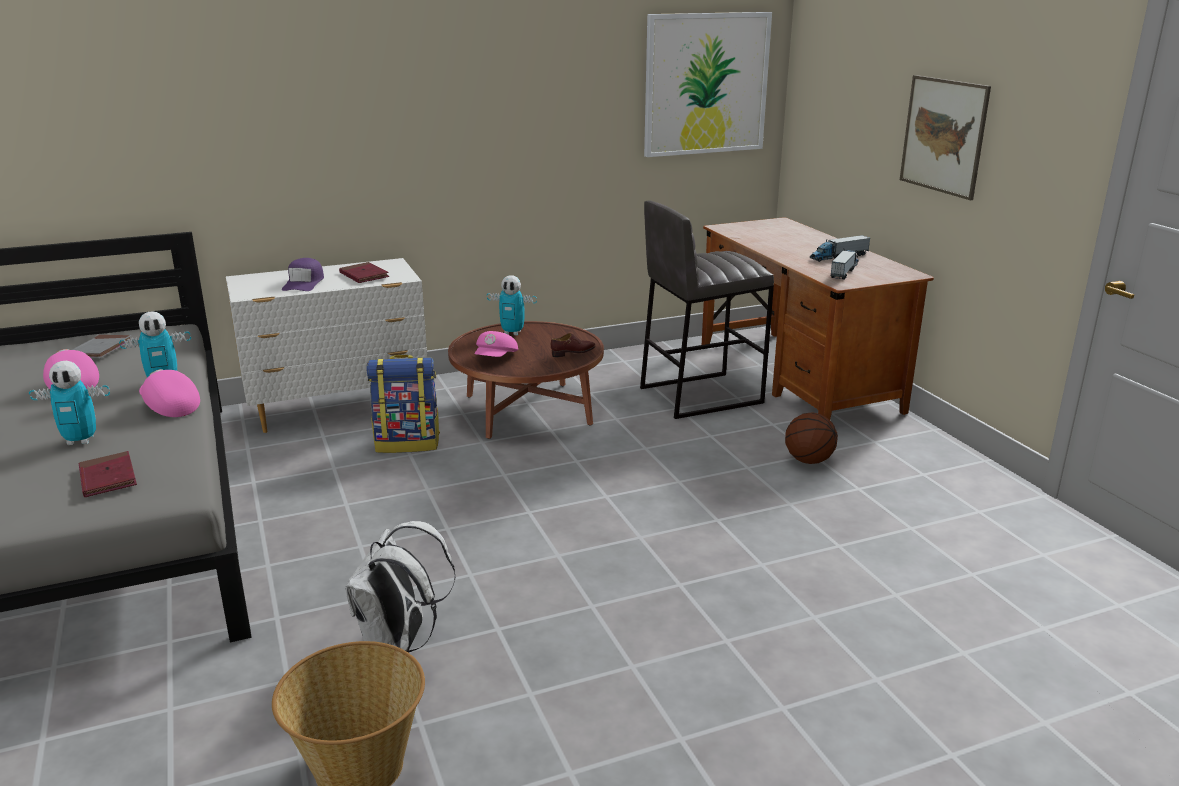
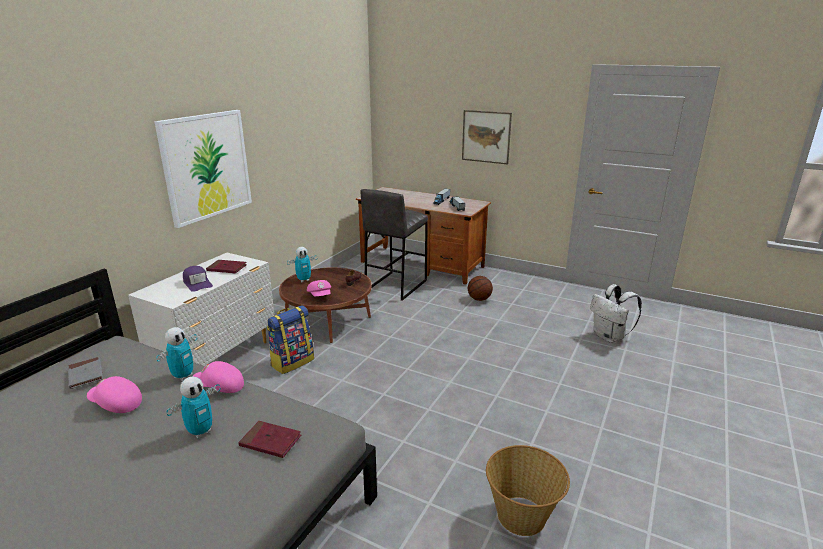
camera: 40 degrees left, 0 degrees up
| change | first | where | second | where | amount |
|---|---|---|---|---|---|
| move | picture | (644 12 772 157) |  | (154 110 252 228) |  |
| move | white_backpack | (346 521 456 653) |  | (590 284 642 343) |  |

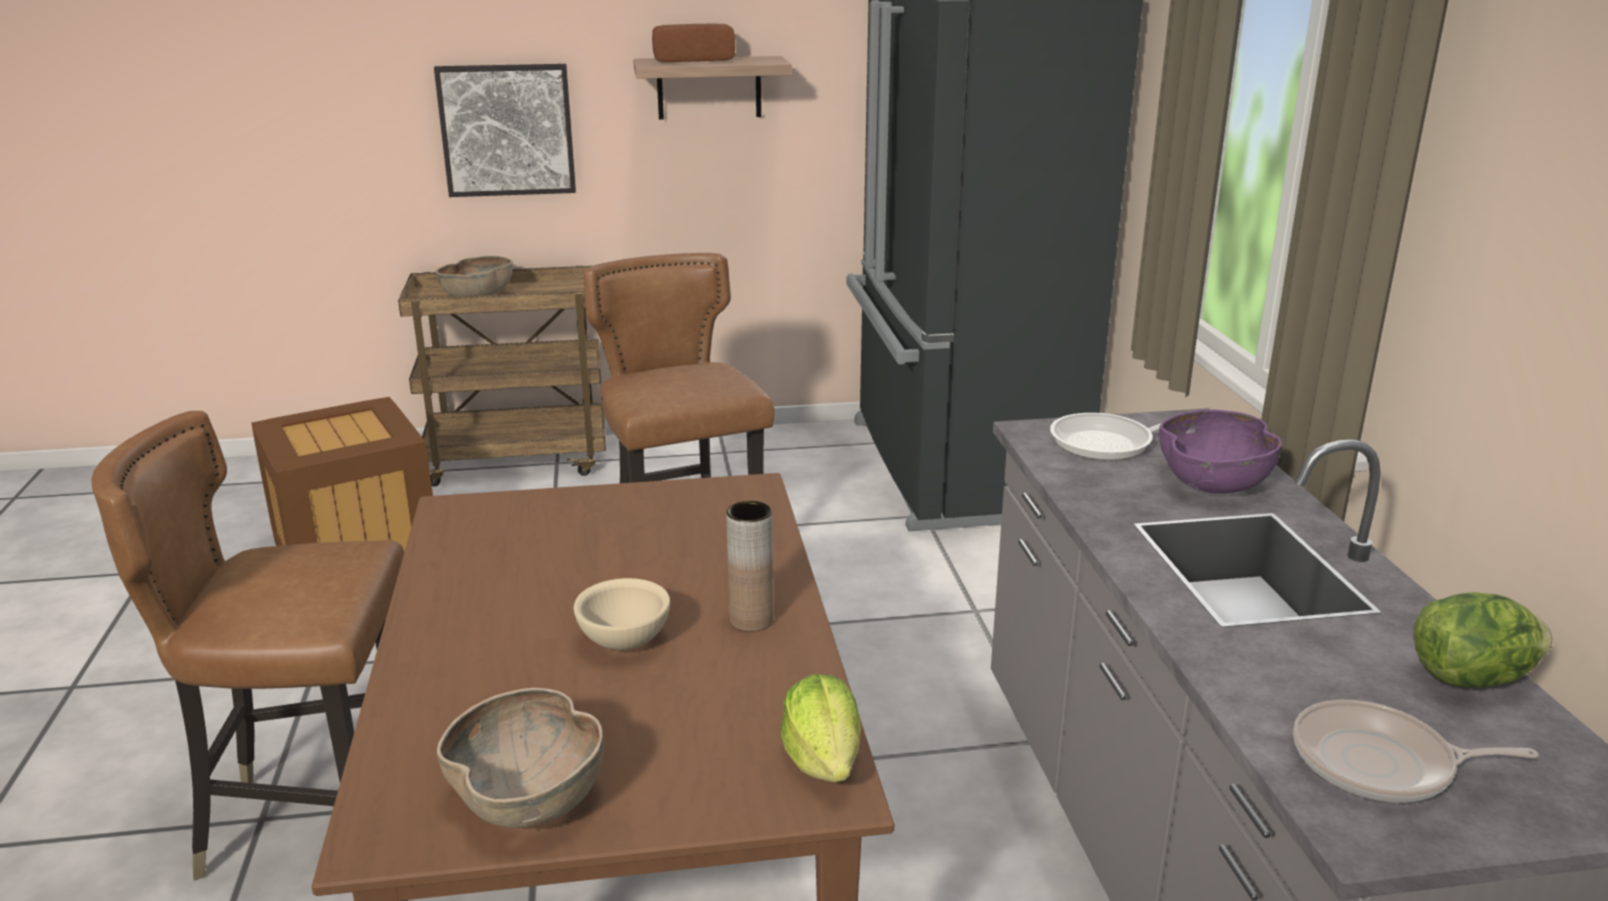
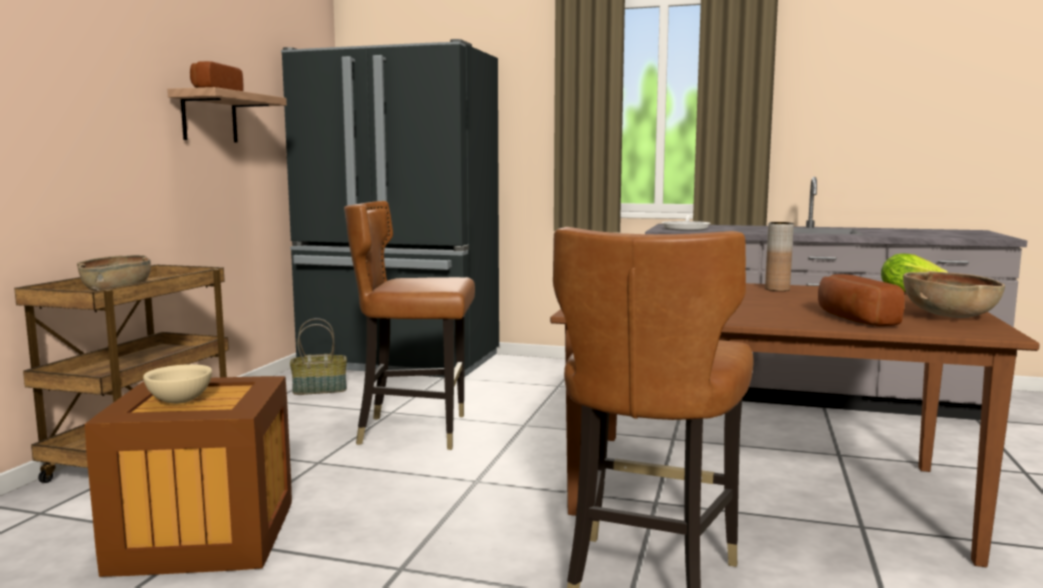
camera: 65 degrees left, 15 degrees down
| change | first | where | second | where | amount |
|---|---|---|---|---|---|
| delete | picture | (434 64 576 197) |  |  |  |
| delete | purple_bowl | (1159 409 1282 494) |  |  |  |
| move | beige_bowl | (574 578 670 650) |  | (143 364 212 404) |  |
| delete | lettuce | (1413 592 1553 688) |  |  |  |
| delete | frying_pan | (1293 700 1538 803) |  |  |  |
| insert |  |  | bread | (818 274 905 326) |  |
| insert |  |  | basket | (290 318 347 395) |  |

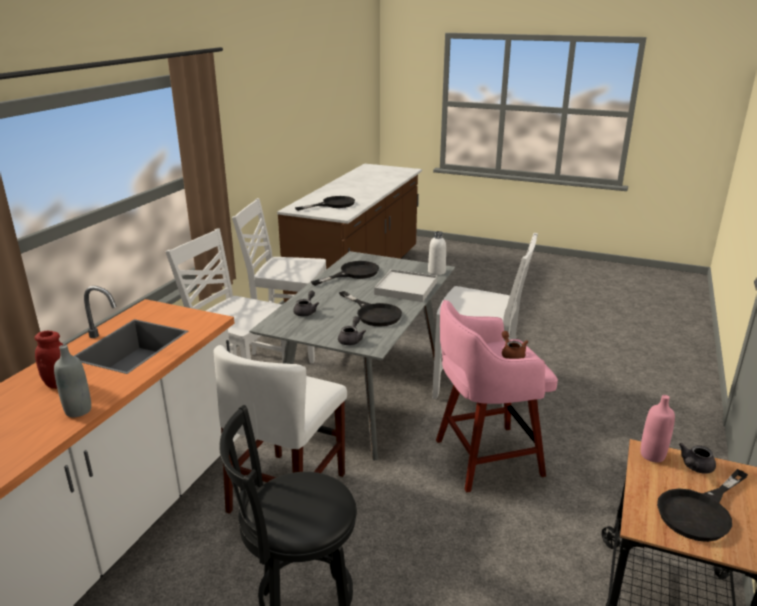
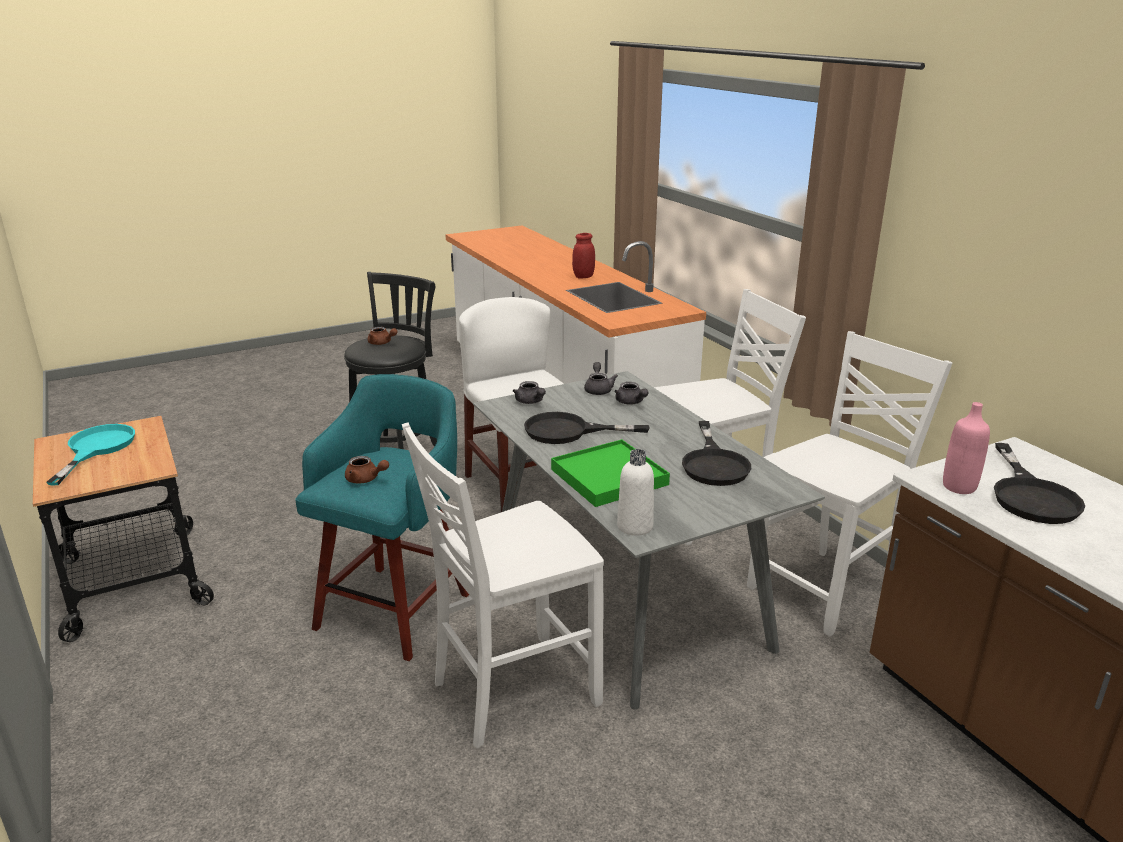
camera: 130 degrees right, 0 degrees up
| change | first | where | second | where | amount |
|---|---|---|---|---|---|
| recolor | white_tray | (374 269 437 302) | green_tray | (551 439 670 507) |  |
| recolor | pink_stool | (436 300 558 492) | turquoise_stool | (295 374 469 661) |  |
| delete | grey_bottle | (54 345 91 417) |  |  |  |
| move | pink_bottle | (640 395 675 463) |  | (943 402 990 494) |  |
| move | grey_teapot | (679 443 716 474) |  | (584 362 618 395) |  |
| recolor | black_frying_pan | (657 469 748 542) | turquoise_frying_pan | (46 424 135 485) |  |
| insert |  |  | brown_teapot | (367 327 398 345) |  |

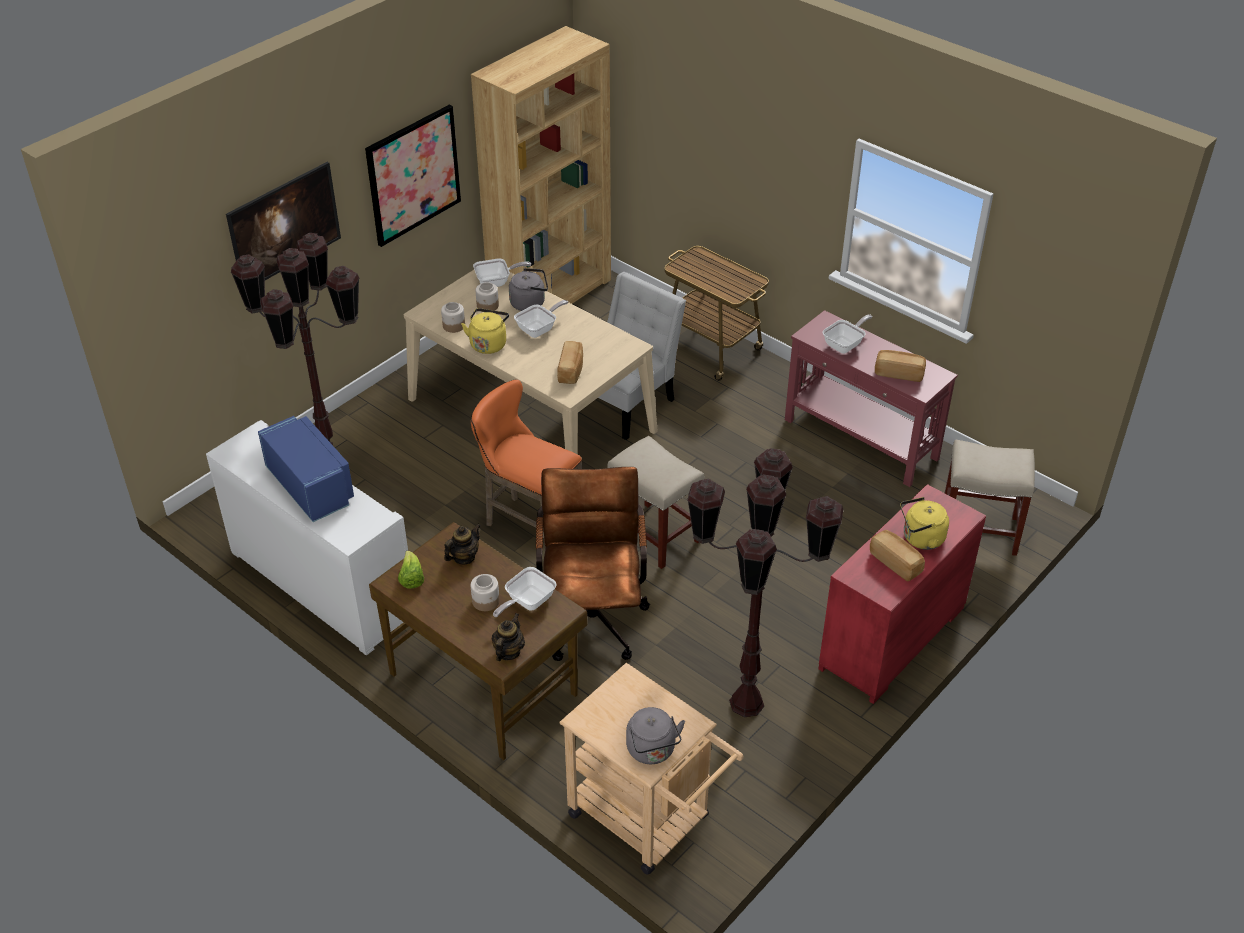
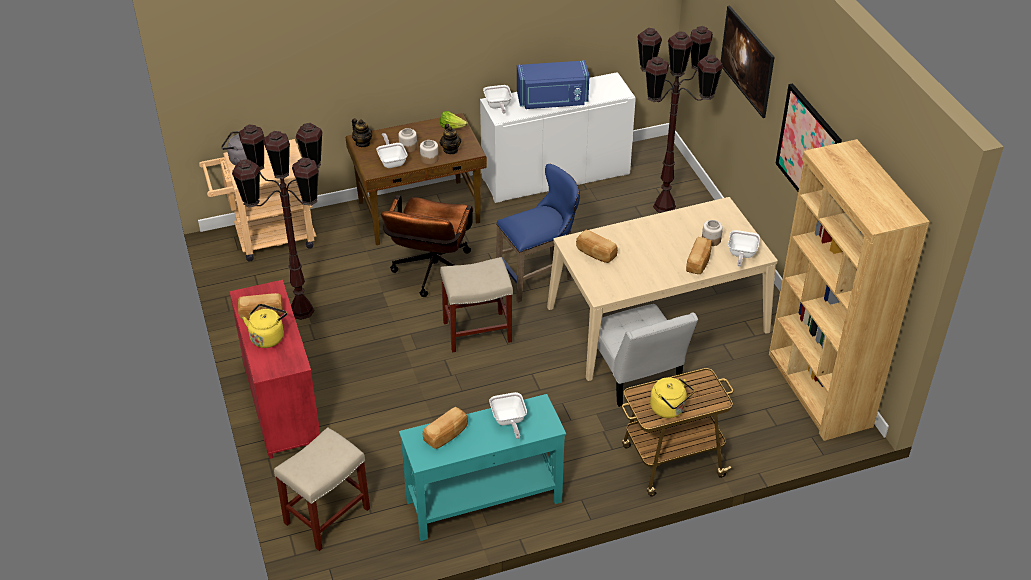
camera: 120 degrees right, 0 degrees up
| change | first | where | second | where | amount |
|---|---|---|---|---|---|
| replace | grey_kettle | (509 268 548 311) | bread | (686 237 712 274) |  |
| move | frying_pan | (514 300 568 338) |  | (483 85 512 114) |  |
| move | jar | (441 302 465 333) |  | (420 140 439 164) |  |
| move | yellow_kettle | (461 308 509 354) |  | (650 377 695 418) |  |
| recolor | red_console_table | (785 310 958 487) | turquoise_console_table | (399 394 566 541) |  |
| recolor | orange_stool | (471 379 582 544) | blue_stool | (496 164 580 303) |  |
| rotate | brown_office_chair | (536 467 650 661) |  | (381 195 473 297) | 75 degrees clockwise |

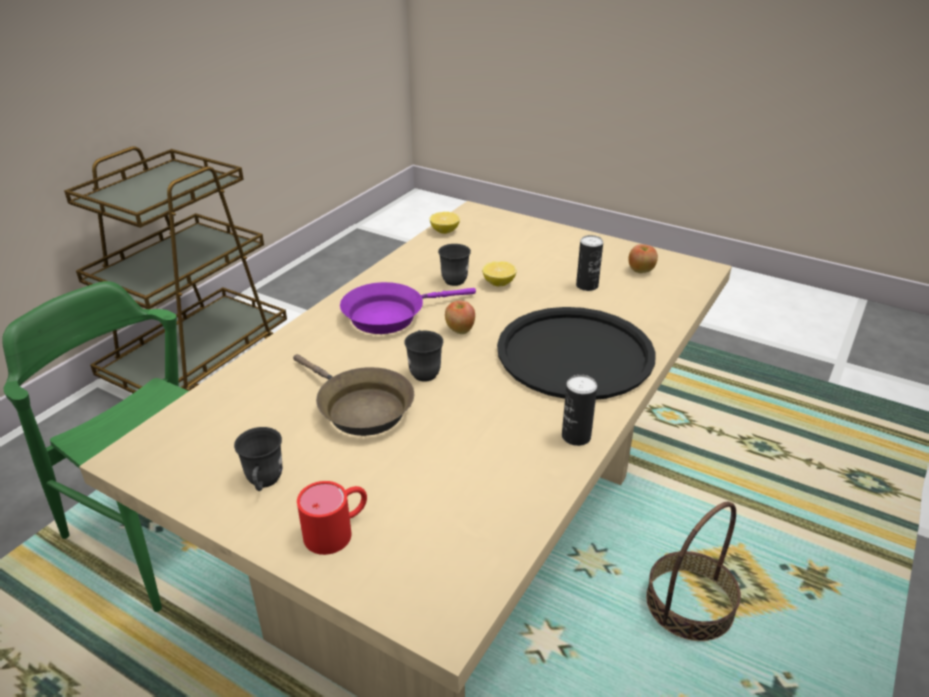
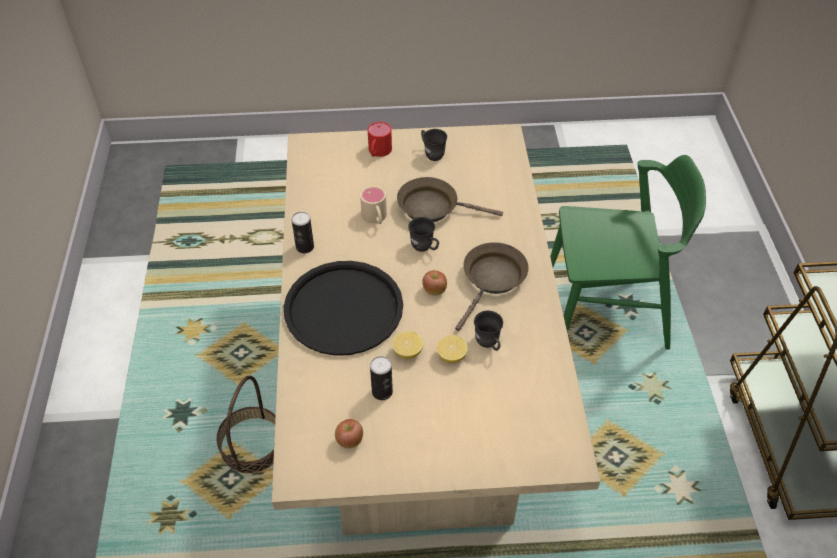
camera: 145 degrees right, 15 degrees up
| change | first | where | second | where | amount |
|---|---|---|---|---|---|
| move | lemon | (430 212 460 234) |  | (392 331 423 359) |  |
| recolor | purple_frying_pan | (340 282 476 334) | brown_frying_pan | (455 242 529 331) |  |
| insert |  |  | beige_mug | (360 186 387 224) |  |

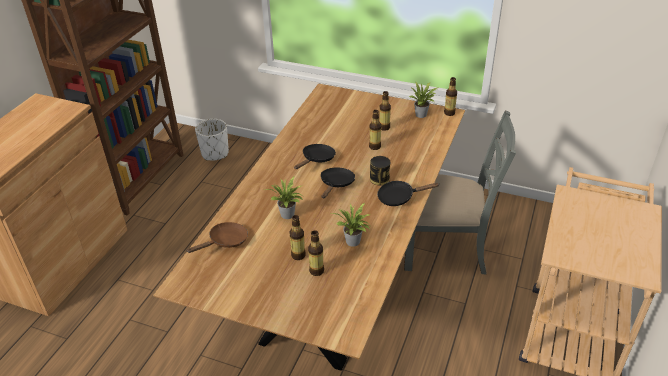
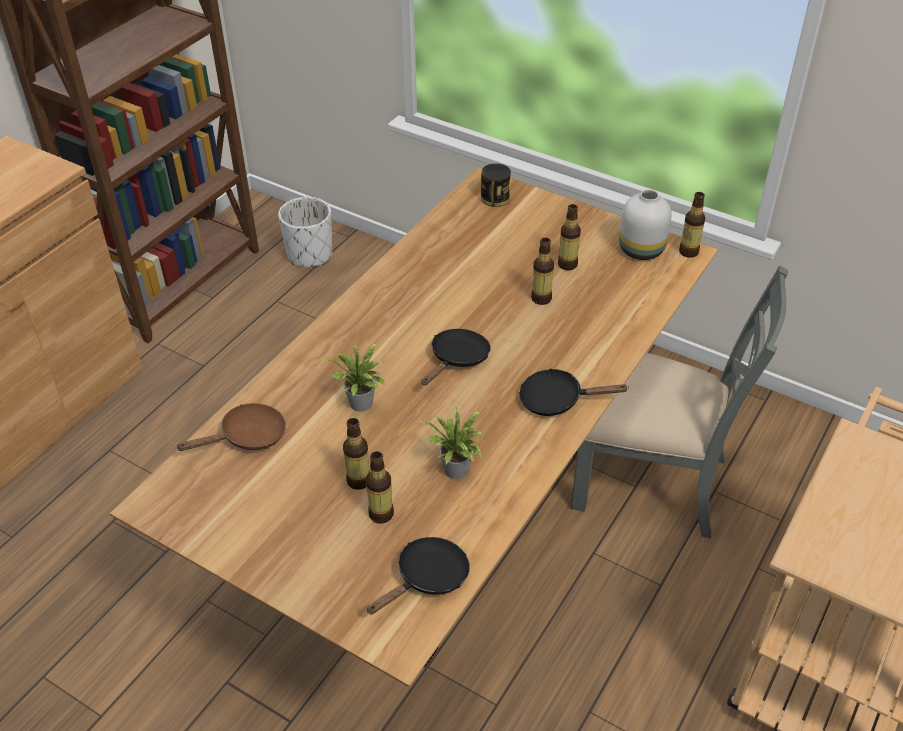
camera: 10 degrees right, 5 degrees up
| change | first | where | second | where | amount |
|---|---|---|---|---|---|
| replace | potted_plant | (409 81 439 118) | white_vase | (619 189 671 260) |  |
| move | black_frying_pan | (294 144 336 169) |  | (366 537 470 615) |  |
| move | can | (370 156 390 186) |  | (481 163 511 207) |  |

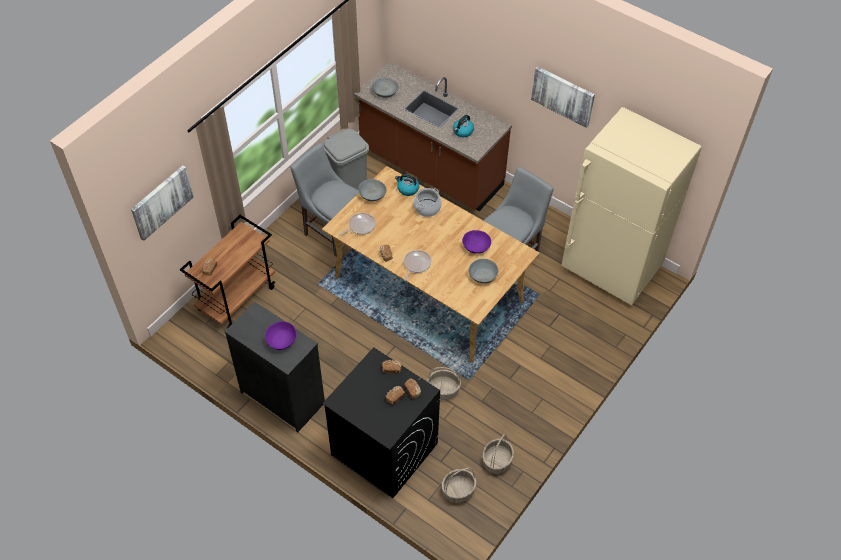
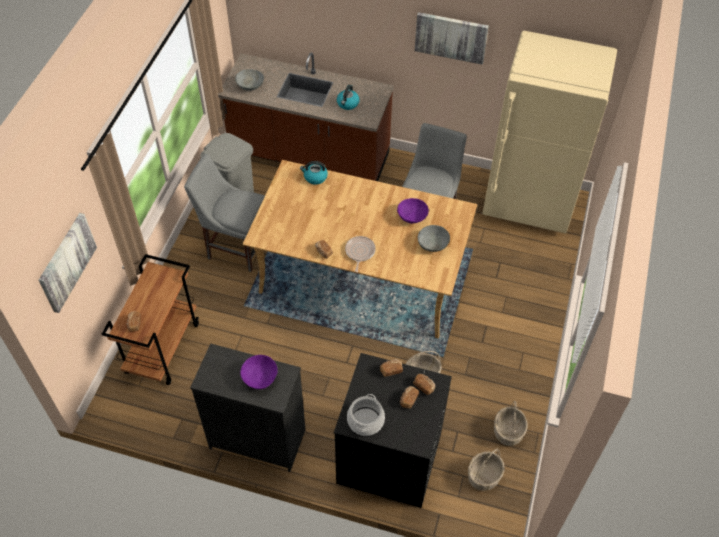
camera: 20 degrees left, 0 degrees up
| change | first | where | second | where | amount |
|---|---|---|---|---|---|
| delete | grey_bowl | (358 179 386 201) |  |  |  |
| move | cooking_pot | (414 188 442 217) |  | (347 394 385 436) |  |
| delete | frying_pan | (339 213 376 235) |  |  |  |

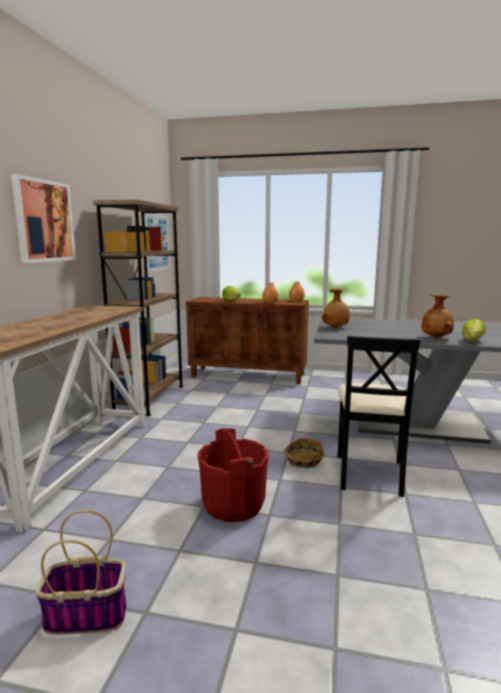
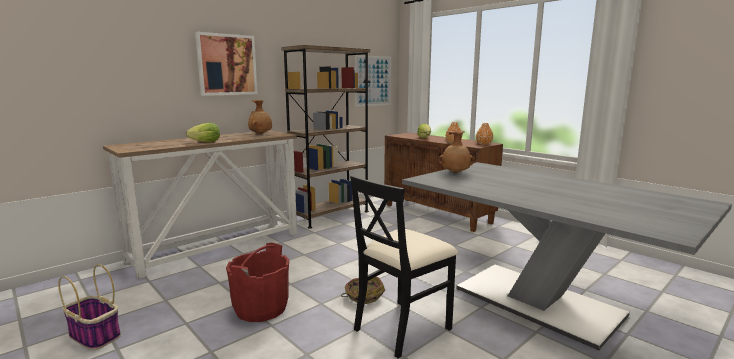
camera: 35 degrees right, 0 degrees up
| change | first | where | second | where | amount |
|---|---|---|---|---|---|
| move | brown_vase | (421 294 454 338) |  | (248 100 272 134) |  |
| move | lettuce | (462 318 486 341) |  | (186 123 220 142) |  |

